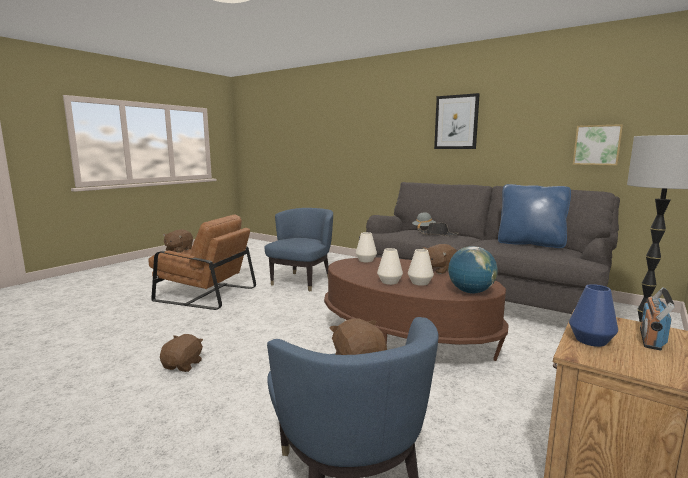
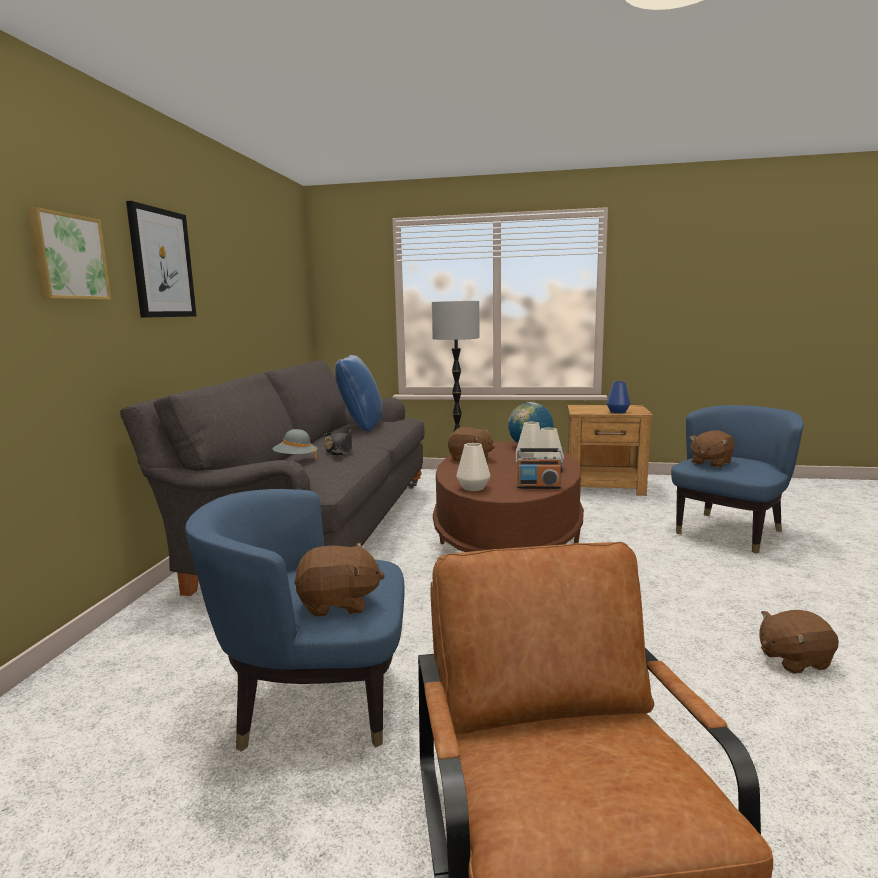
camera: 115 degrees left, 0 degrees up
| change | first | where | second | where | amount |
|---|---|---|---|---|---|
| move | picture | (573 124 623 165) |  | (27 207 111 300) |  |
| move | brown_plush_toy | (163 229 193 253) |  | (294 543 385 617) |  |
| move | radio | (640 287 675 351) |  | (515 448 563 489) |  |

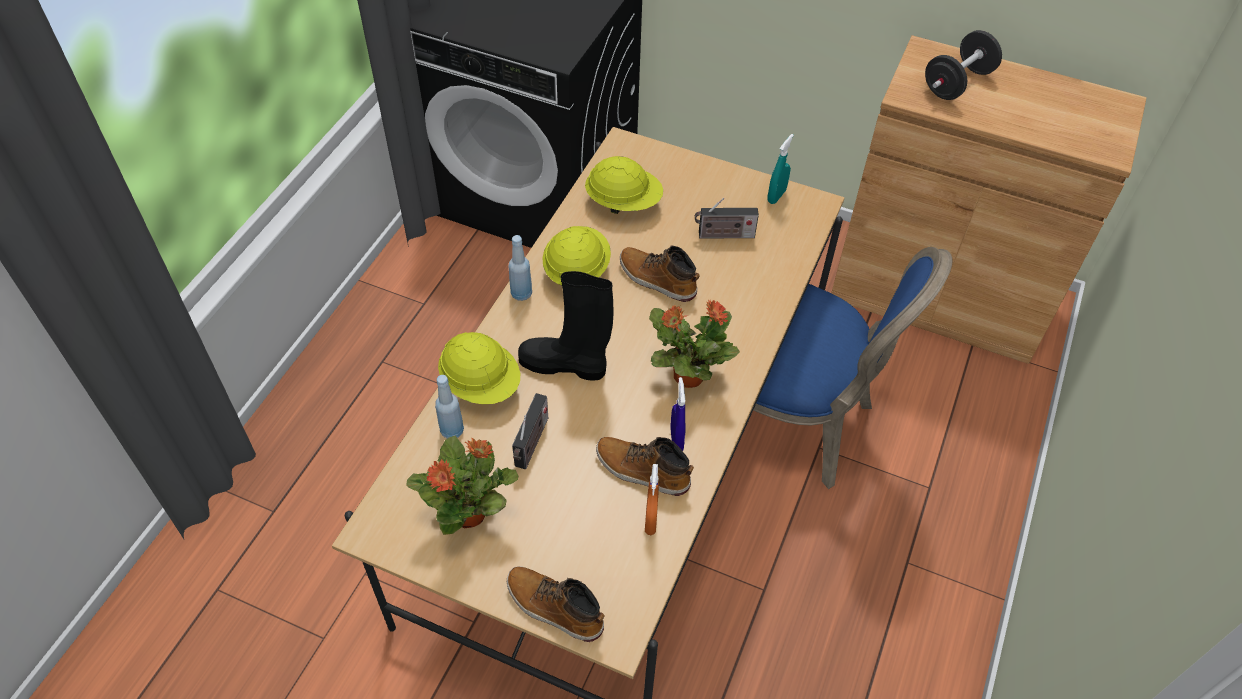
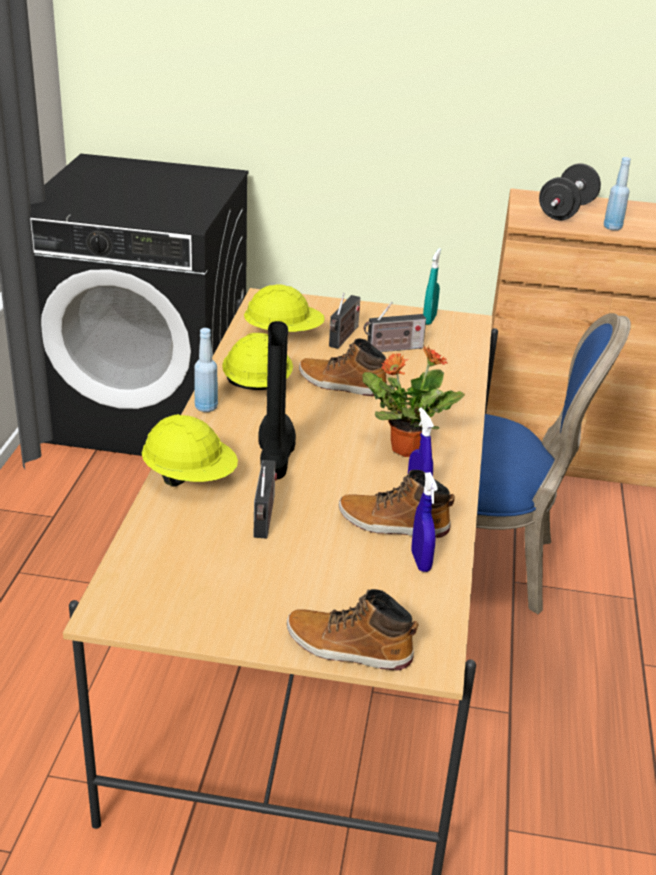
camera: 15 degrees left, 20 degrees down
| change | first | where | second | where | amount |
|---|---|---|---|---|---|
| rotate | black_boot | (518 271 614 381) |  | (258 321 296 480) | 90 degrees clockwise |
| move | blue_bottle | (435 375 464 439) |  | (604 157 631 231) |  |
| delete | potted_plant | (406 435 518 535) |  |  |  |
| recolor | orange_spray_bottle | (645 464 659 535) | blue_spray_bottle | (411 472 438 572) |  |
| insert |  |  | radio | (329 293 360 349) |  |

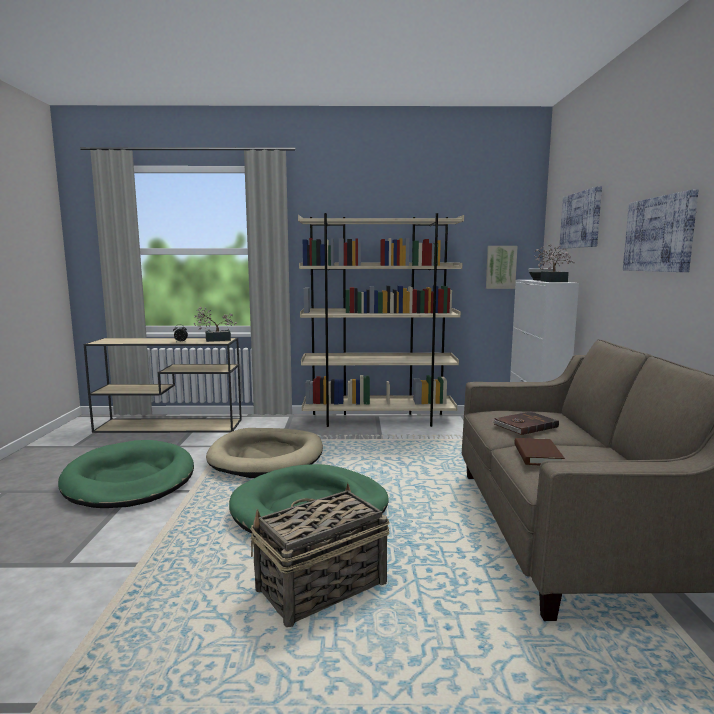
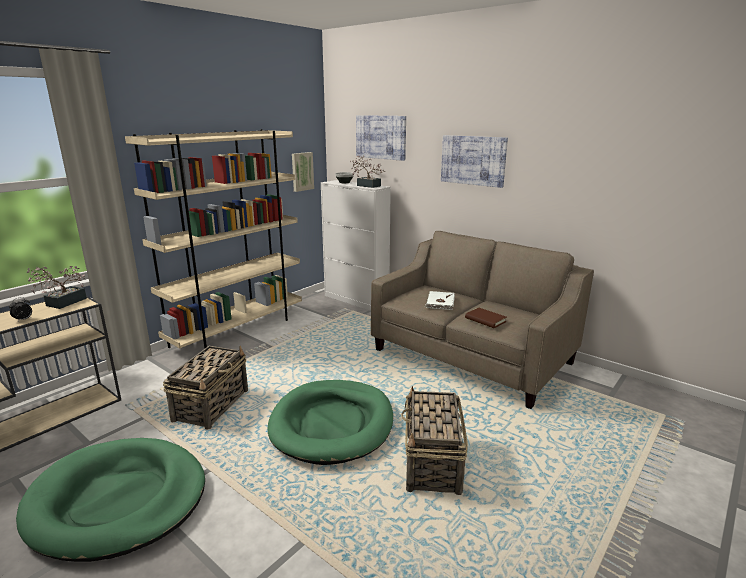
camera: 50 degrees left, 10 degrees up
| change | first | where | second | where | amount |
|---|---|---|---|---|---|
| recolor | brown_book | (492 411 559 435) | white_book | (424 291 455 310) |  |
| replace | beige_dog_bed | (206 428 323 478) | basket | (163 346 248 430) |  |

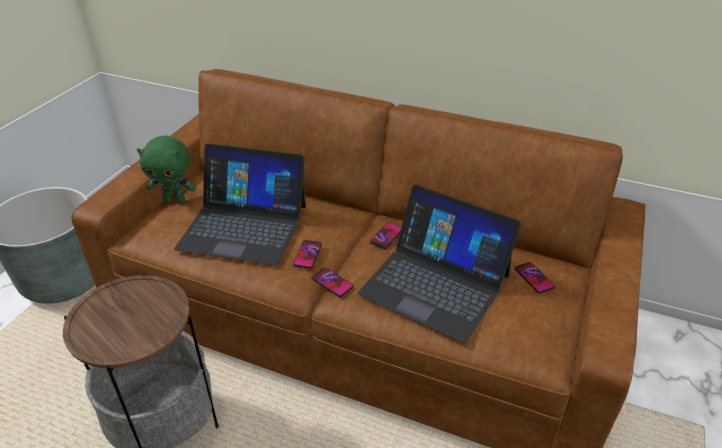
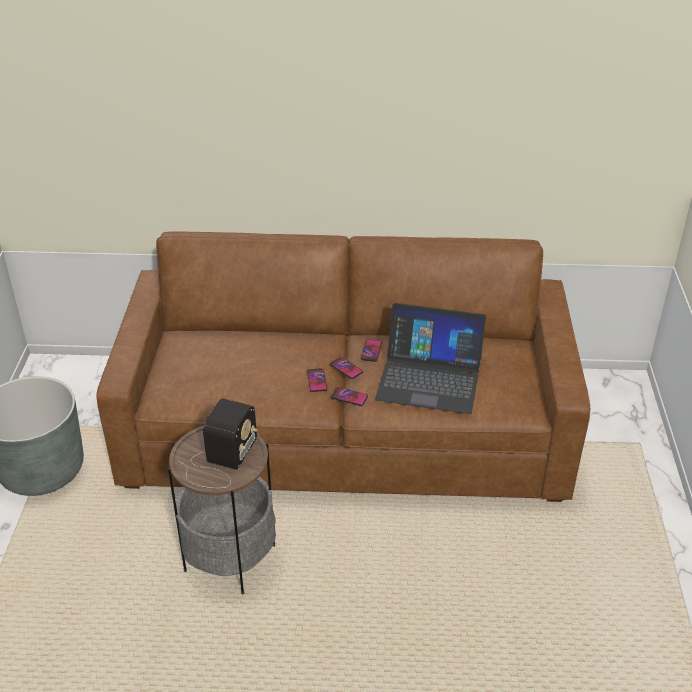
camera: 20 degrees left, 0 degrees up
| change | first | where | second | where | amount |
|---|---|---|---|---|---|
| delete | green_plush_toy | (137 136 196 203) |  |  |  |
| delete | laptop | (174 143 306 266) |  |  |  |
| move | phone | (515 262 555 294) |  | (330 357 363 379) |  |
| insert |  |  | radio | (178 398 257 488) |  |

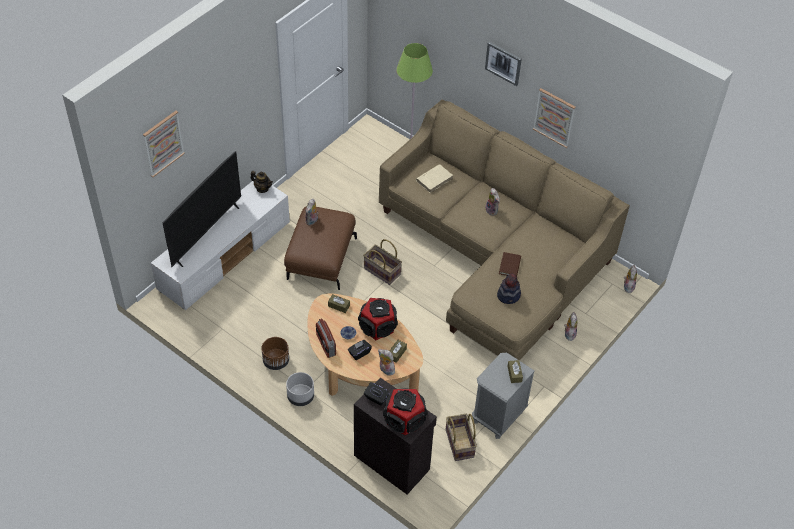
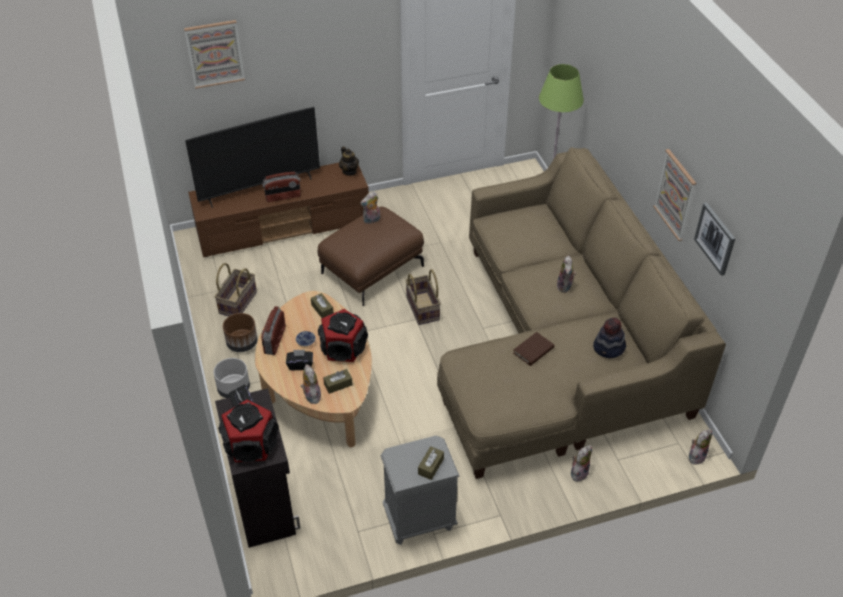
camera: 35 degrees right, 5 degrees down
| change | first | where | second | where | amount |
|---|---|---|---|---|---|
| move | picture | (485 42 522 86) |  | (694 202 735 276) |  |
| delete | beige_book | (416 164 453 193) |  |  |  |
| recolor | white_tv_stand | (151 181 290 310) | brown_tv_stand | (188 163 369 257) |  |
| move | hat | (497 273 521 304) |  | (593 318 626 358) |  |
| move | basket | (446 414 477 461) |  | (215 263 257 316) |  |
| insert |  |  | radio | (262 172 301 202) |  |

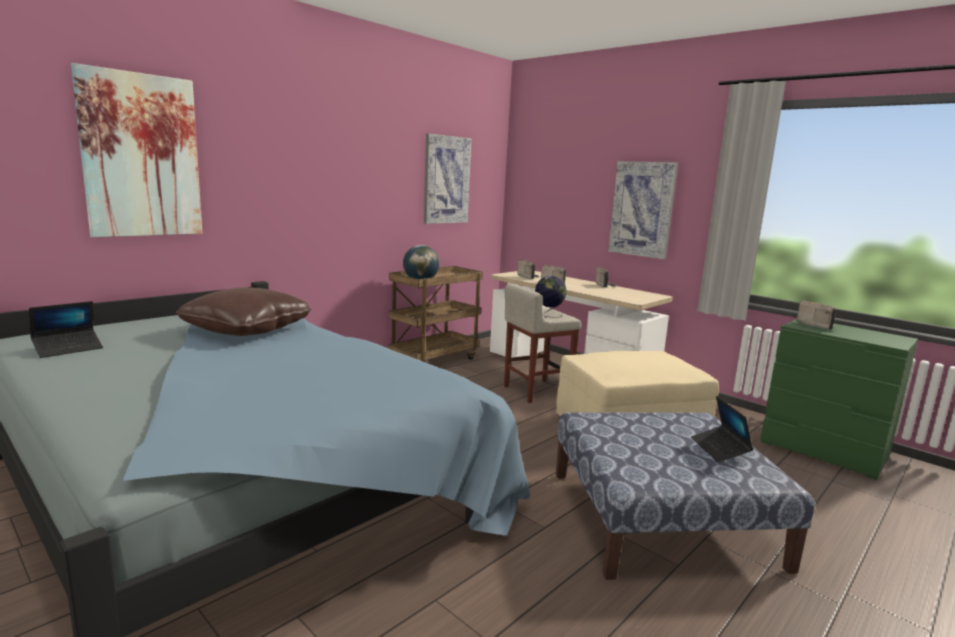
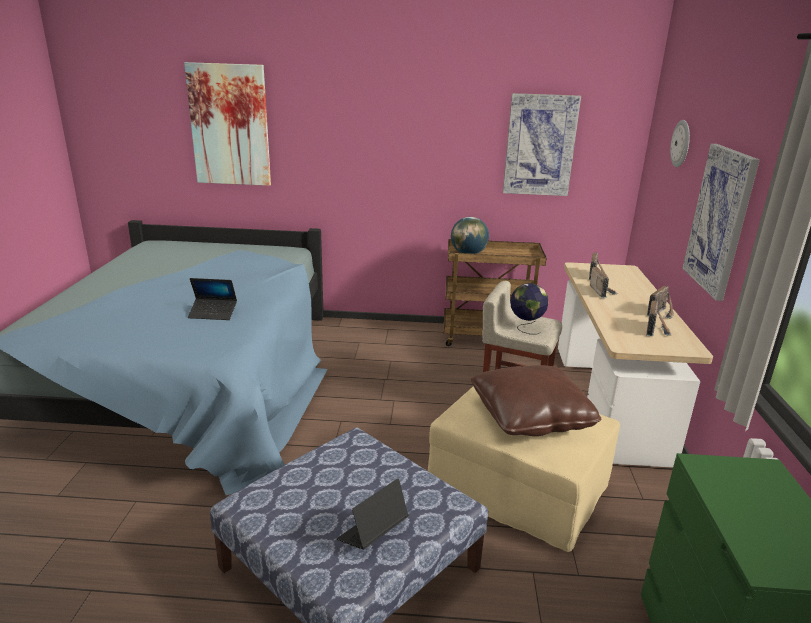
camera: 50 degrees right, 10 degrees up
| change | first | where | second | where | amount |
|---|---|---|---|---|---|
| move | brown_pillow | (175 287 311 336) |  | (471 365 601 436) |  |
| move | radio | (796 300 836 330) |  | (646 301 672 336) |  |
| move | laptop | (29 301 103 358) |  | (188 278 237 320) |  |
| insert |  |  | wall_clock | (670 120 690 167) |  |

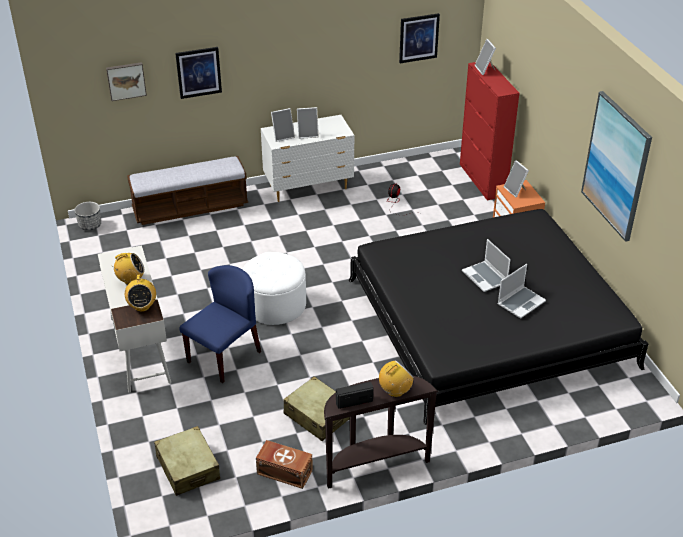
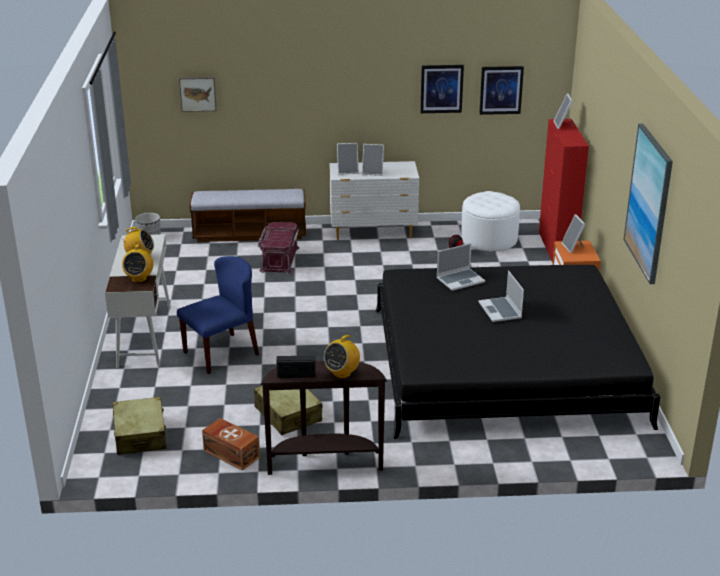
camera: 15 degrees right, 10 degrees down
| change | first | where | second | where | amount |
|---|---|---|---|---|---|
| move | picture | (175 47 222 99) |  | (420 65 464 113) |  |
| move | white_ottoman | (243 252 306 325) |  | (461 191 520 252) |  |
| move | laptop | (498 264 546 319) |  | (436 243 485 291) |  |
| rotate | radio | (379 360 414 397) |  | (324 335 360 378) | 150 degrees clockwise |
| insert |  |  | red_storage_box | (258 222 300 274) |  |

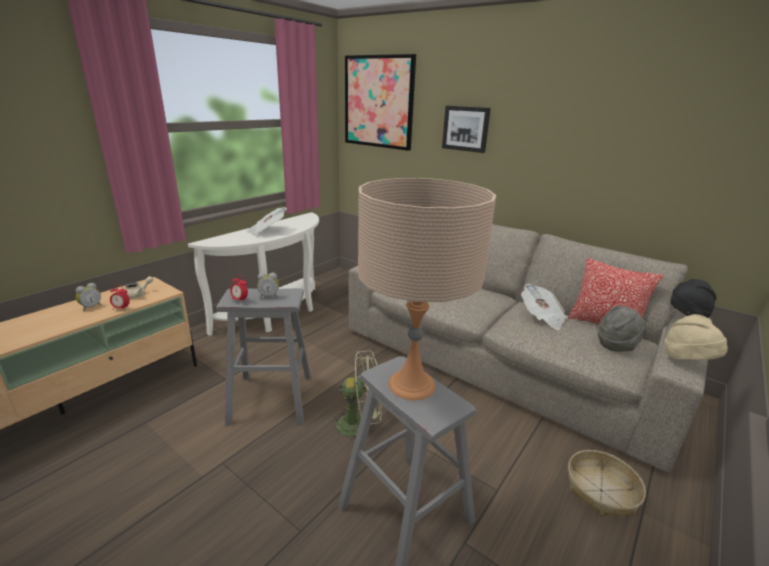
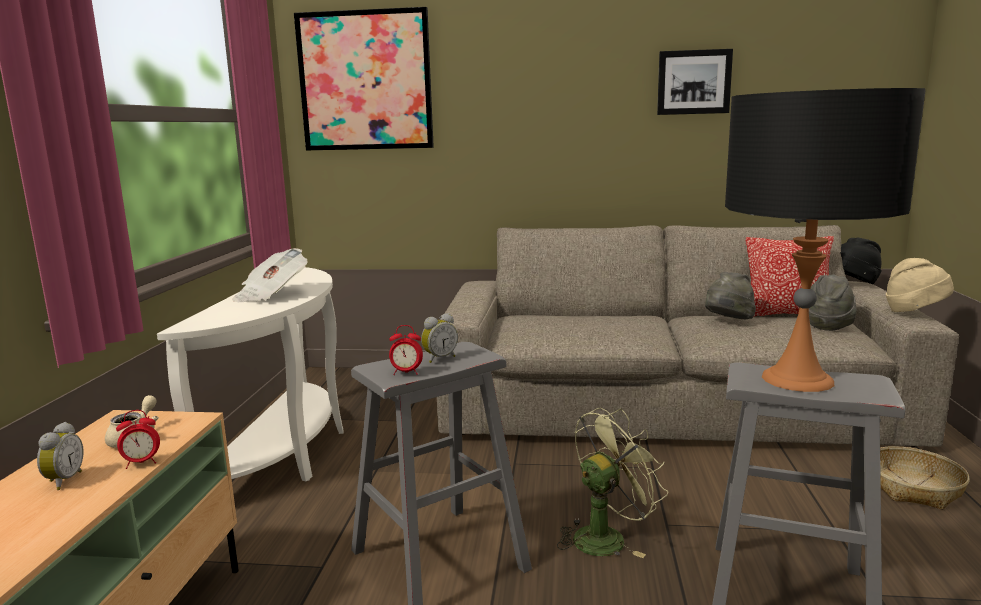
camera: 30 degrees left, 10 degrees down
| change | first | where | second | where | amount |
|---|---|---|---|---|---|
| move | picture | (442 105 491 153) |  | (657 49 733 115) |  |
| recolor | beige_table_lamp | (358 178 496 401) | black_table_lamp | (725 88 926 392) |  |
| replace | newspaper | (521 284 568 330) | grey_hat | (705 272 756 319) |  |

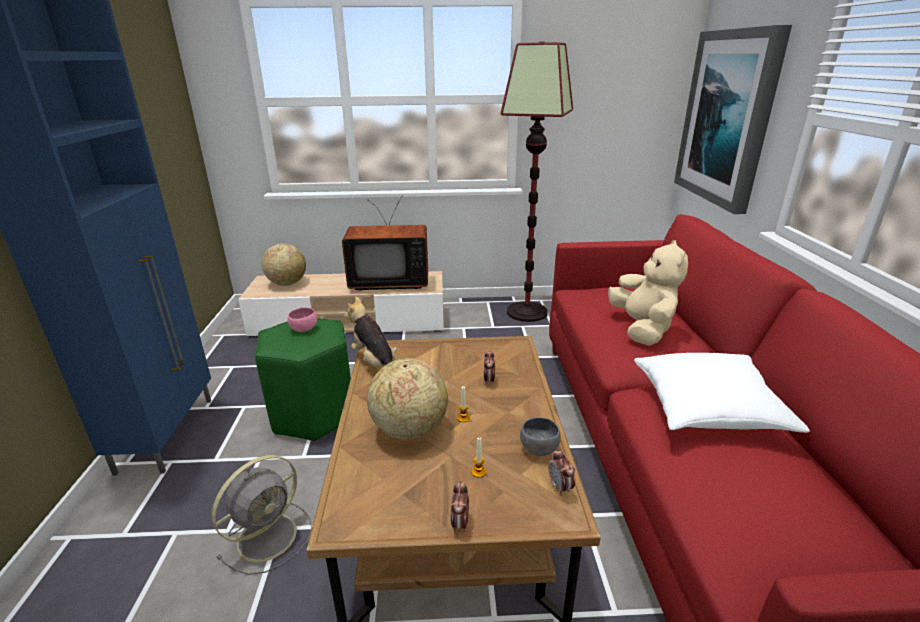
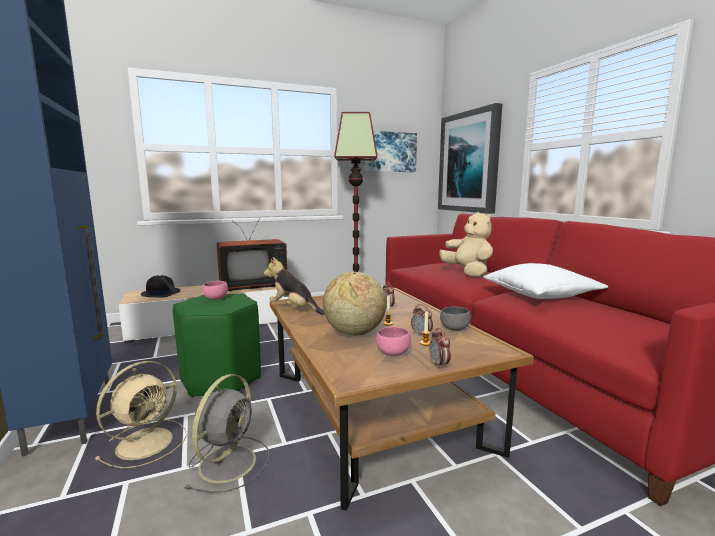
camera: 20 degrees left, 15 degrees down
| change | first | where | second | where | amount |
|---|---|---|---|---|---|
| replace | globe | (262 243 306 286) | black_hat | (141 275 181 298) |  |
| move | alarm_clock | (549 448 575 496) |  | (411 304 433 335) |  |
| insert |  |  | picture | (364 131 417 172) |  |
| insert |  |  | pink_bowl | (376 327 411 356) |  |
| insert |  |  | beige_fan | (95 361 187 469) |  |

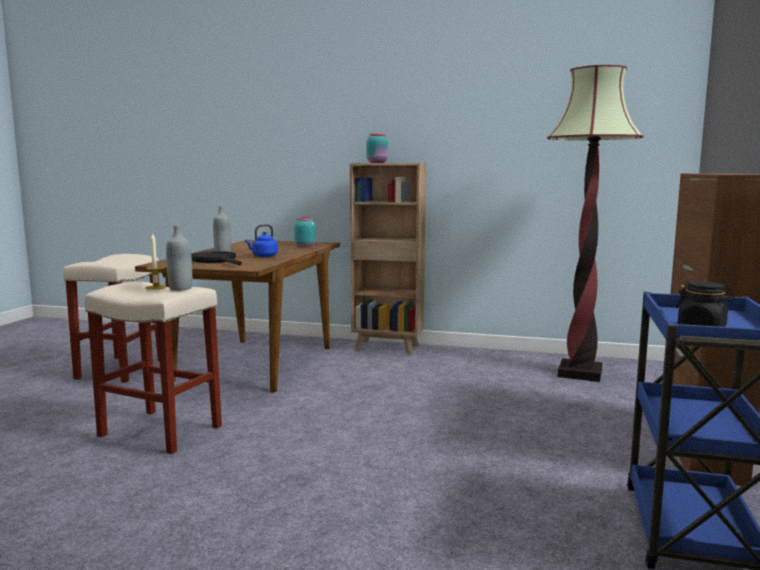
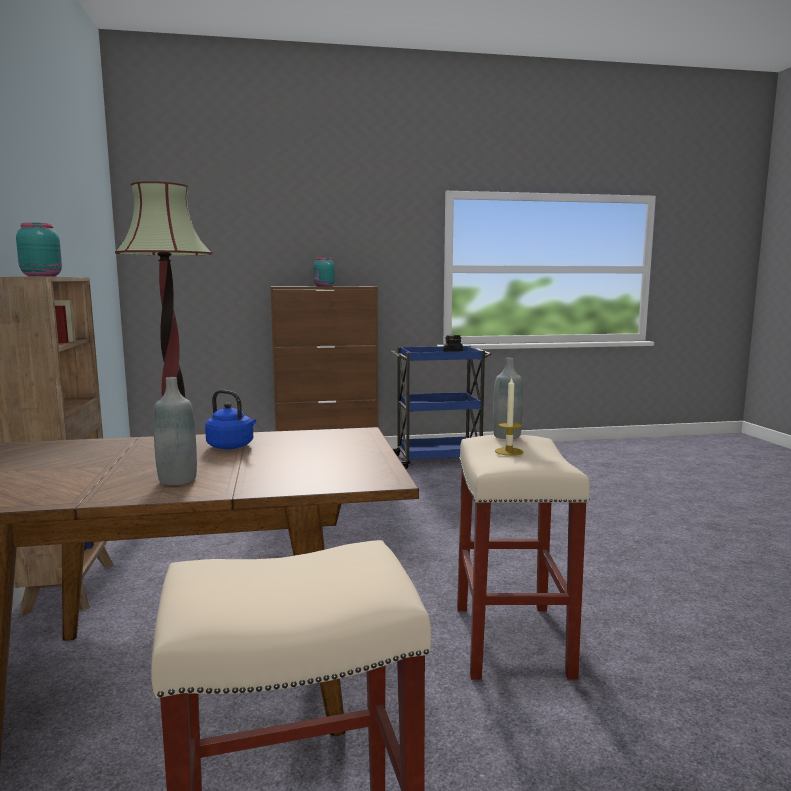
camera: 115 degrees left, 0 degrees up
| change | first | where | second | where | amount |
|---|---|---|---|---|---|
| move | turquoise_jar | (294 217 316 247) |  | (313 258 335 286) |  |
| delete | black_frying_pan | (191 251 242 265) |  |  |  |

